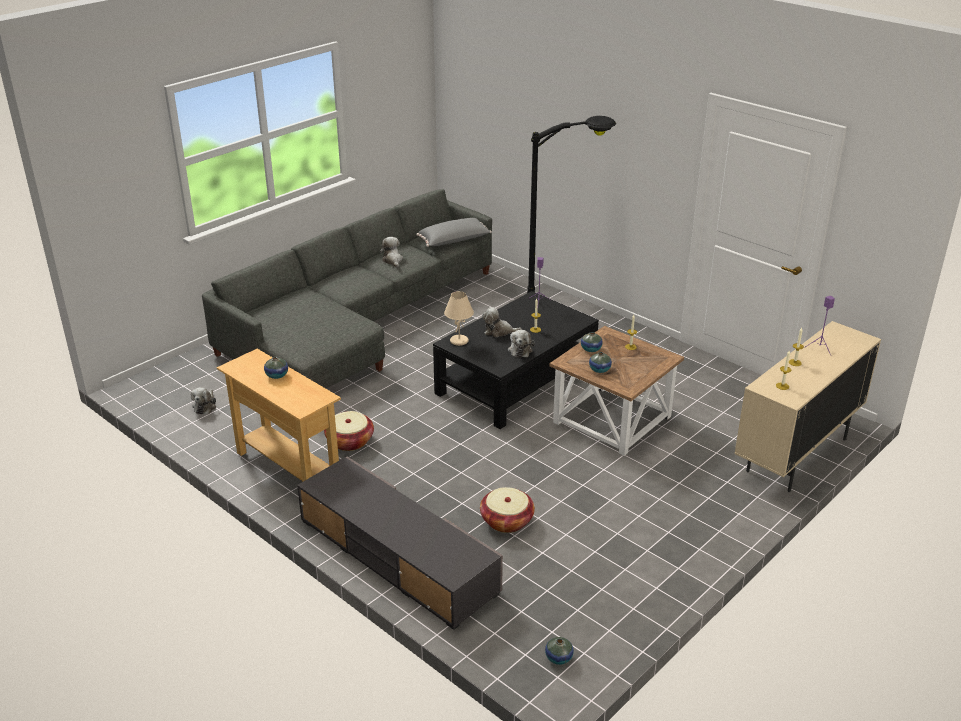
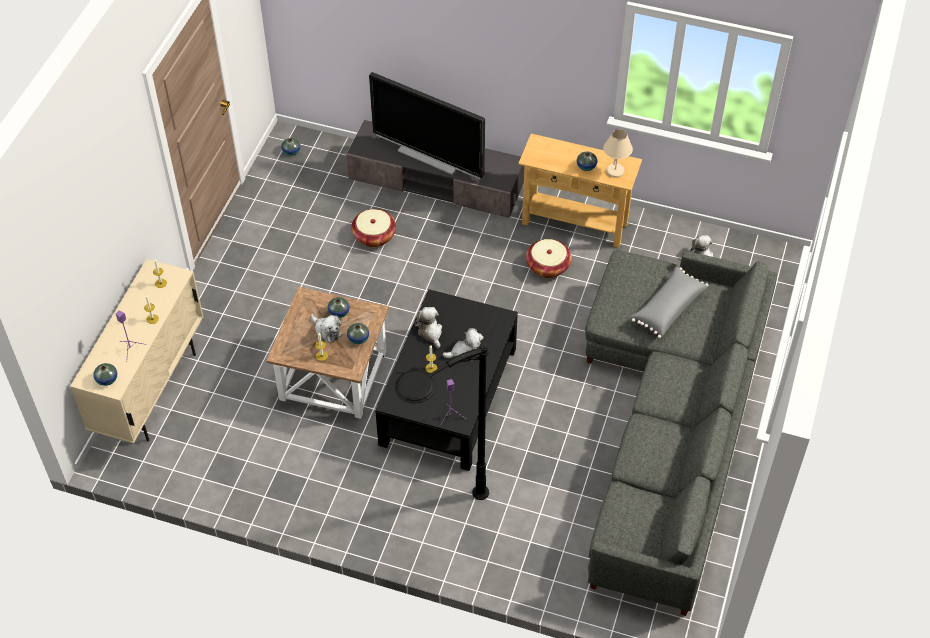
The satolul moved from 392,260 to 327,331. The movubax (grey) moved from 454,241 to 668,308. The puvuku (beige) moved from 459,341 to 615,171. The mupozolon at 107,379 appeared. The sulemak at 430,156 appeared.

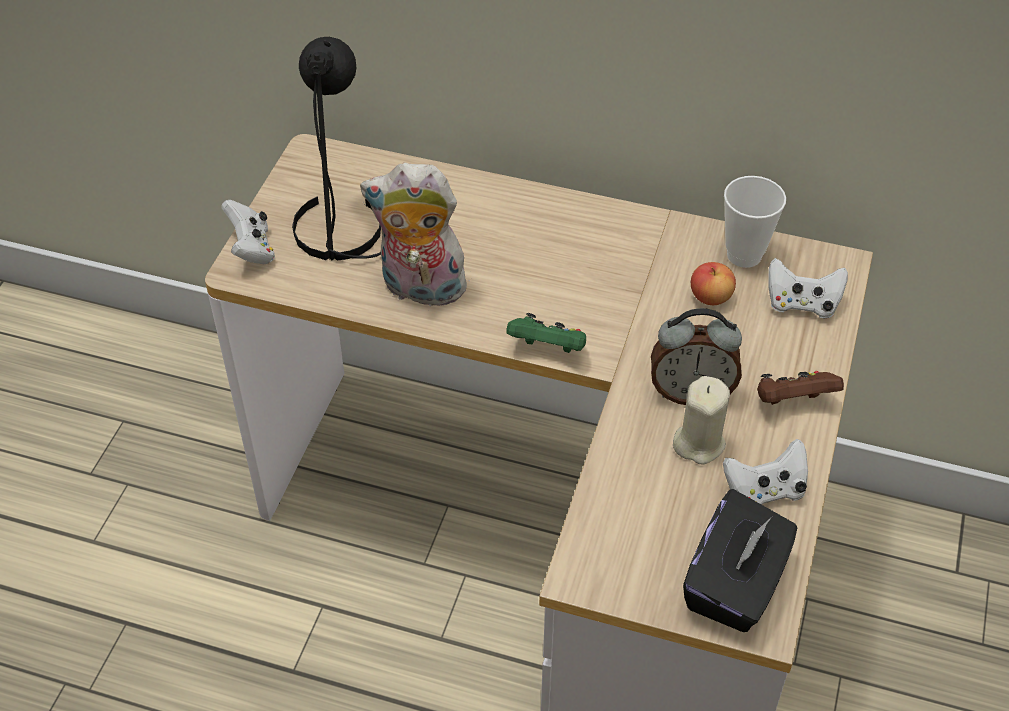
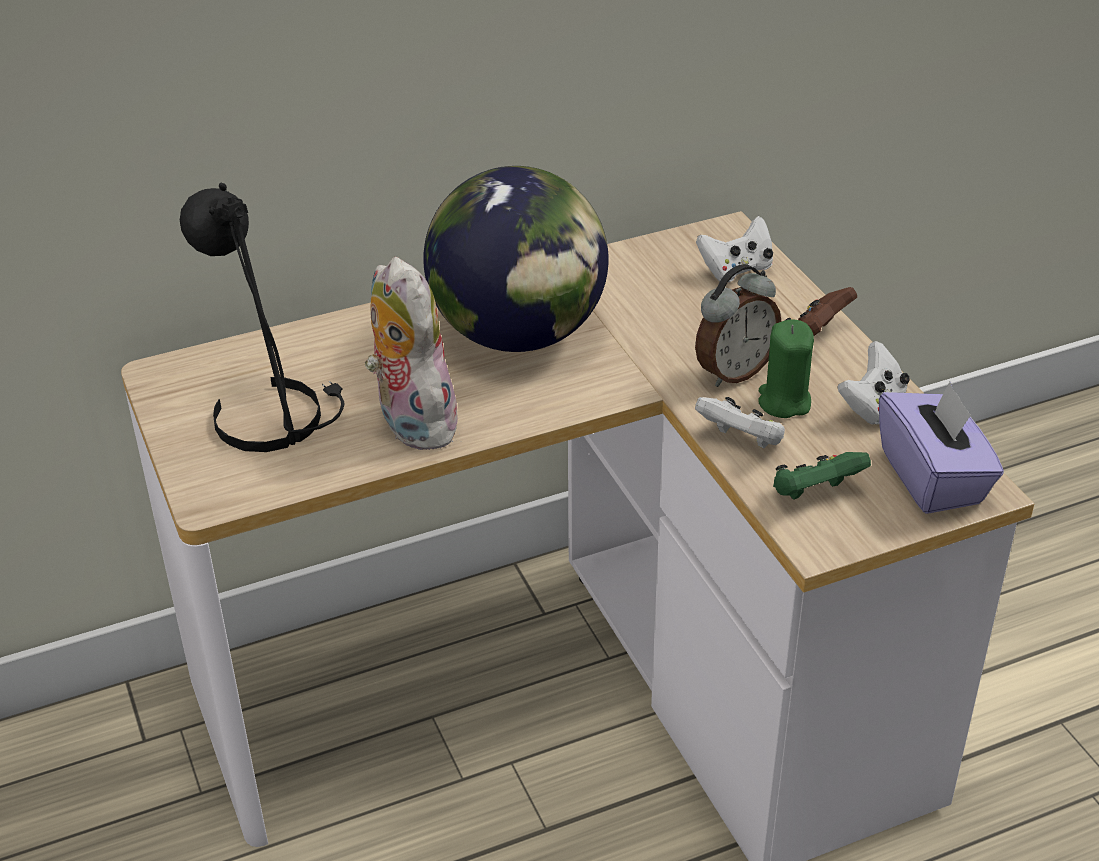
The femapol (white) moved from 252,249 to 742,441. The satolul at 420,289 turned 90 degrees clockwise. The femapol (green) moved from 548,349 to 815,494. The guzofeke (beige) at 698,443 became the guzofeke (green) at 784,401. The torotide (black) at 735,585 became the torotide (purple) at 933,478. The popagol at 710,297 disappeared. The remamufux at 744,255 disappeared. The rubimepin at 519,335 appeared.

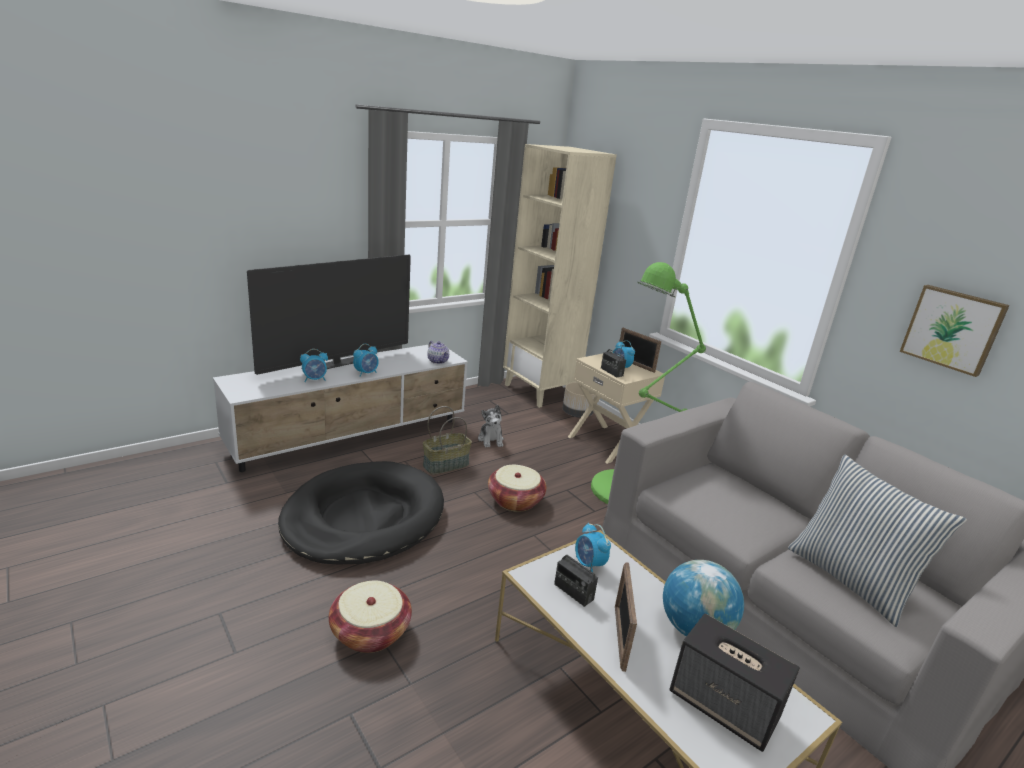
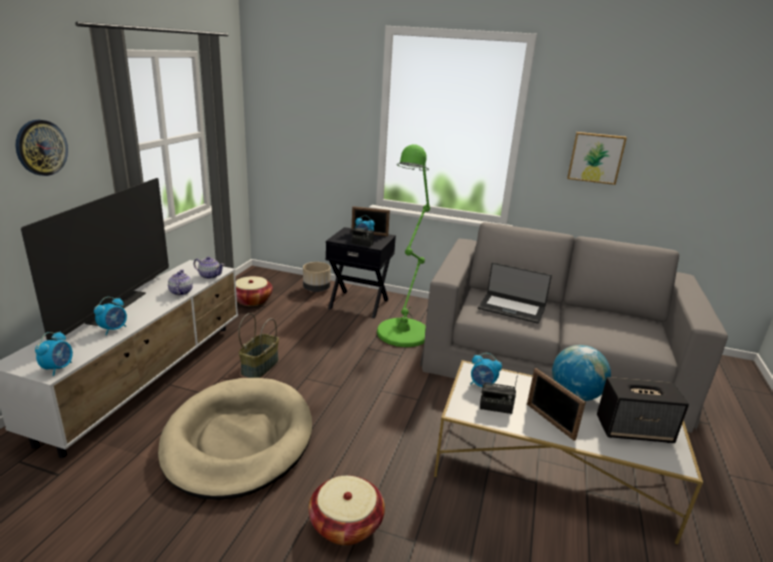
The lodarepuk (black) at 363,517 became the lodarepuk (beige) at 238,440. The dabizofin moved from 366,373 to 58,368. The satolul at 491,440 disappeared. The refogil moved from 515,500 to 252,300. The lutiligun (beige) at 540,391 disappeared. The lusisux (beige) at 607,443 became the lusisux (black) at 359,303. The movubax at 850,579 disappeared. The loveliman at 41,147 appeared. The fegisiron at 180,292 appeared. The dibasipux at 511,308 appeared.

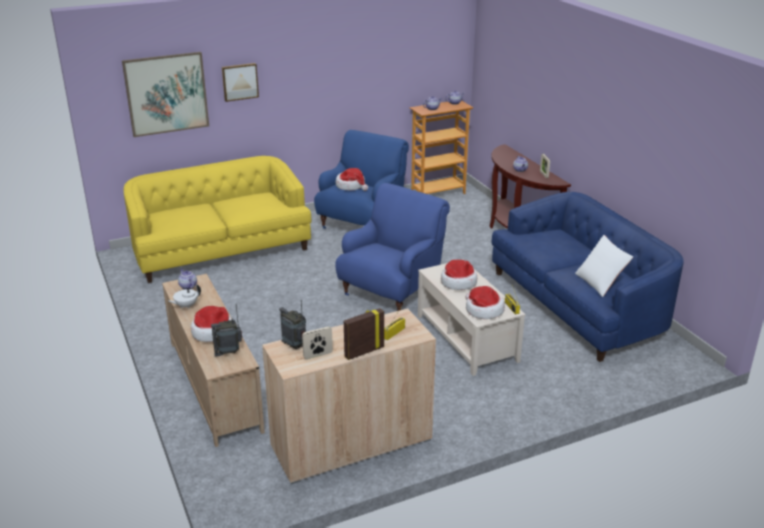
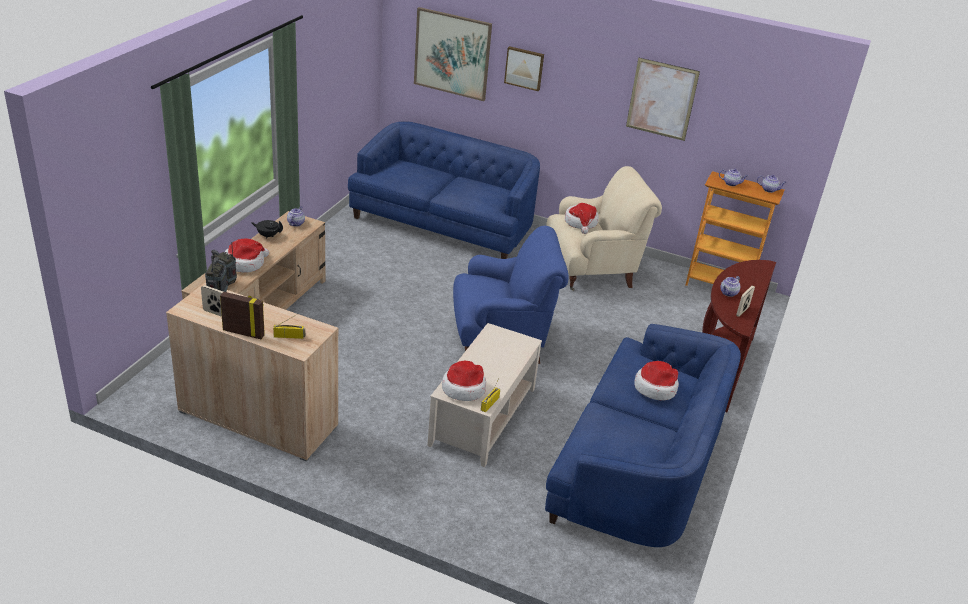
The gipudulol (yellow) at 220,249 became the gipudulol (blue) at 444,224. The fegisiron (white) at 186,306 became the fegisiron (black) at 268,235. The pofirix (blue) at 362,224 became the pofirix (beige) at 592,271. The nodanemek moved from 458,282 to 655,388. The movubax (white) at 600,282 disappeared. The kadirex at 662,99 appeared.

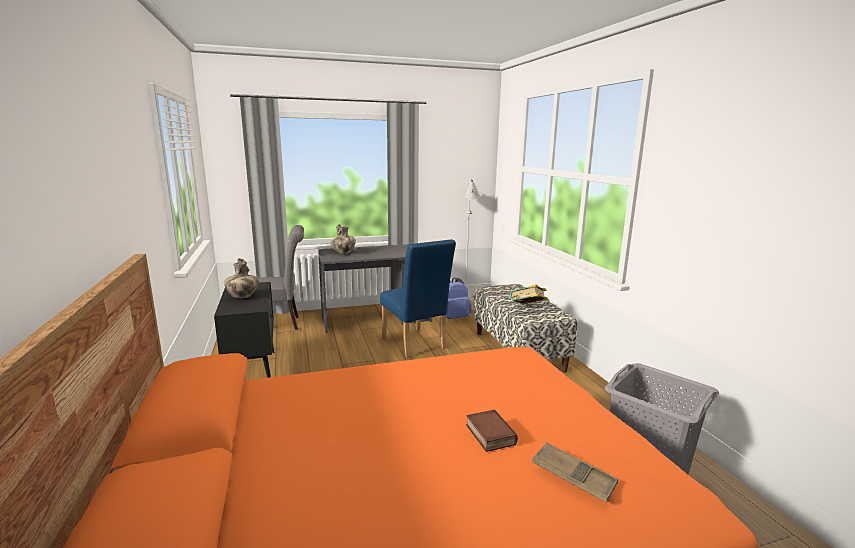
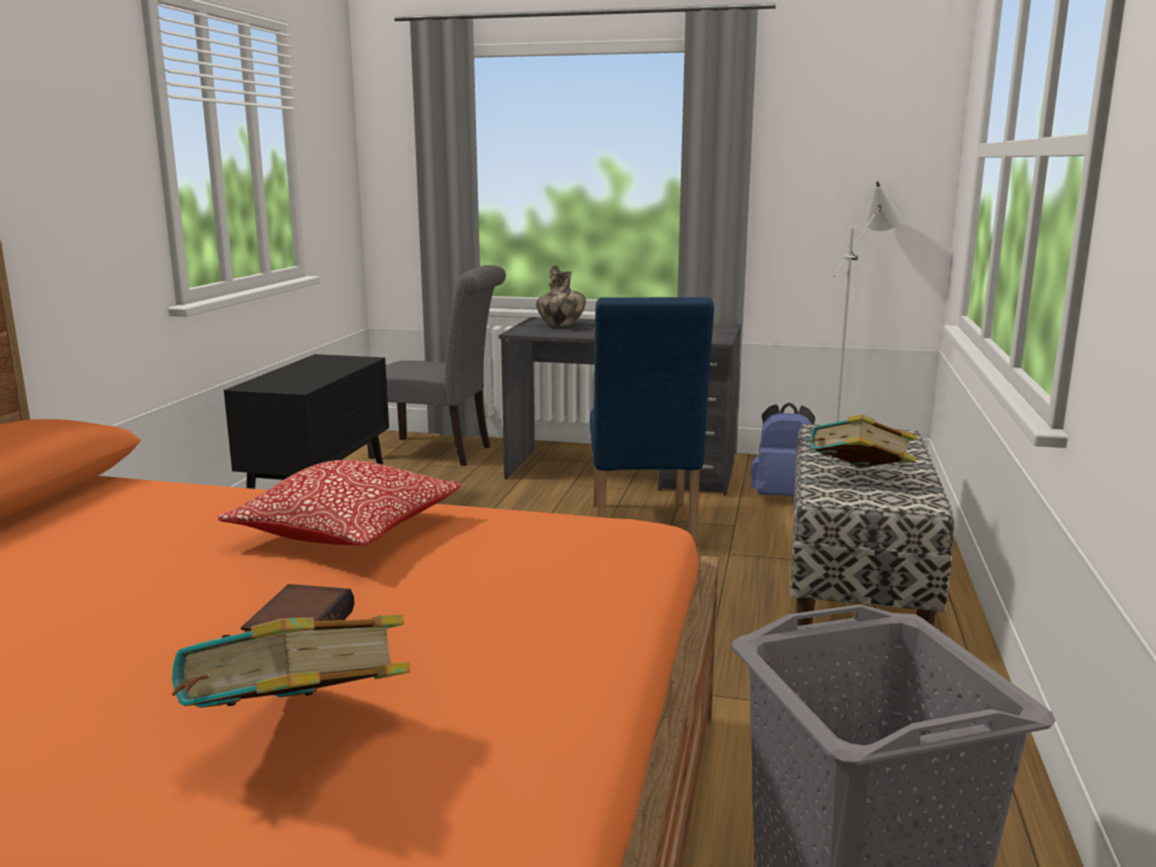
The mupozolon at 242,297 disappeared. The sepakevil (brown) at 573,476 was replaced by the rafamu at 299,730. The movubax at 348,531 appeared.

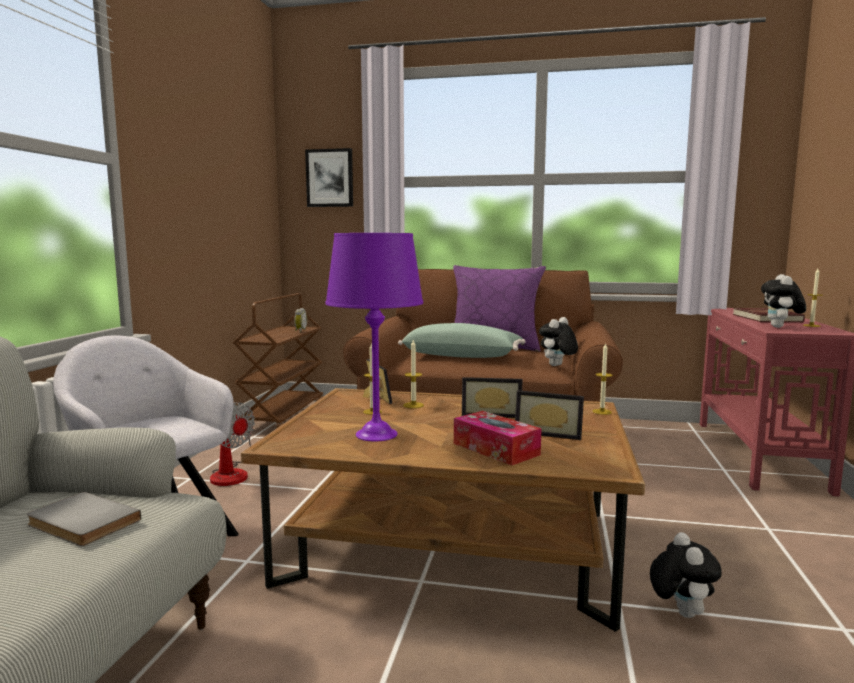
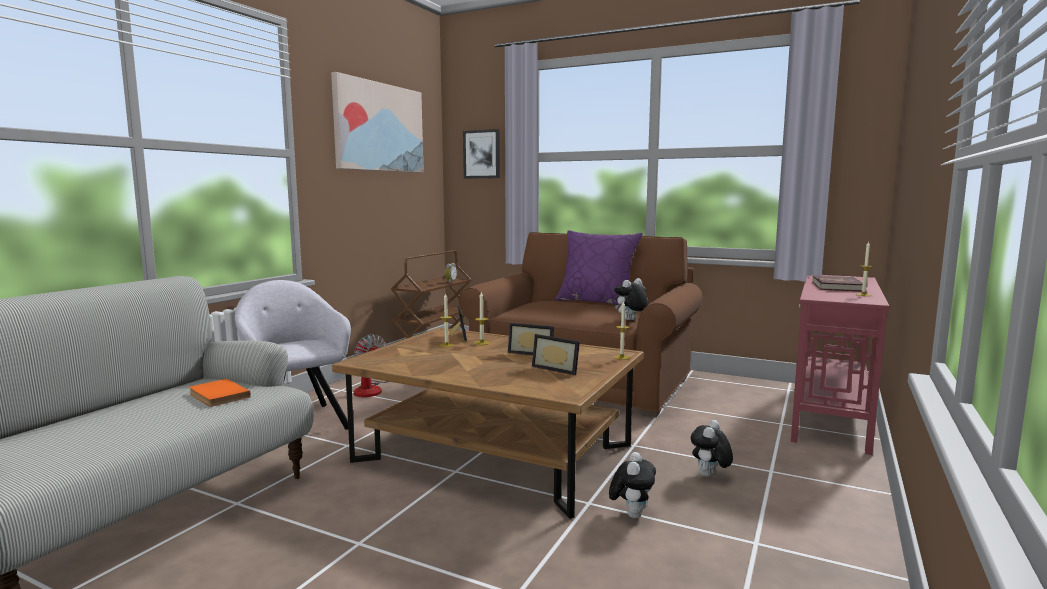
The rafamu (grey) at 80,523 became the rafamu (orange) at 217,396. The puvuku (purple) at 376,435 disappeared. The movubax (green) at 462,356 disappeared. The torotide at 495,449 disappeared. The satolul moved from 780,327 to 709,476. The kadirex at 379,127 appeared.

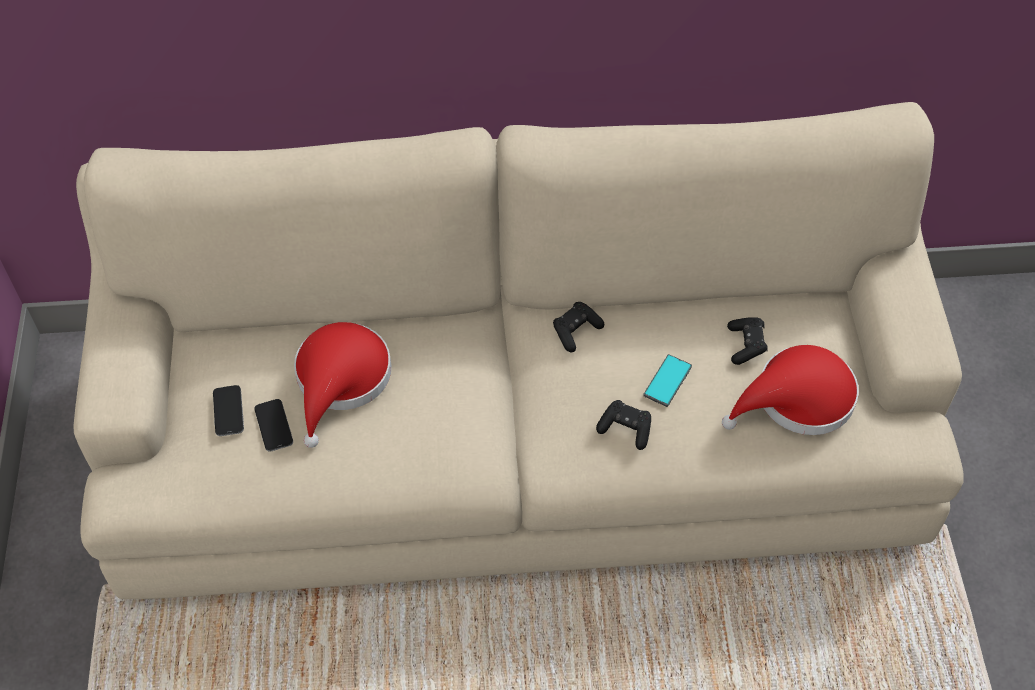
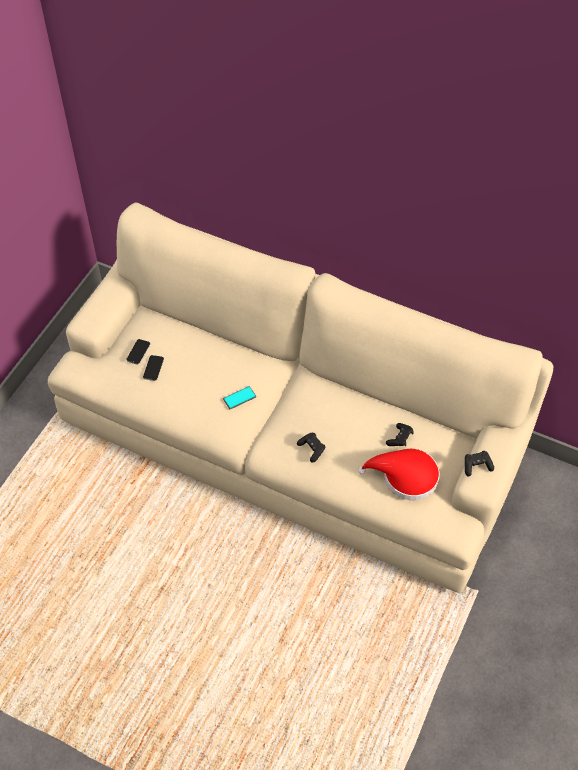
The nodanemek (red) at 341,380 disappeared. The femapol (black) moved from 576,331 to 476,466. The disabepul moved from 667,381 to 239,398.

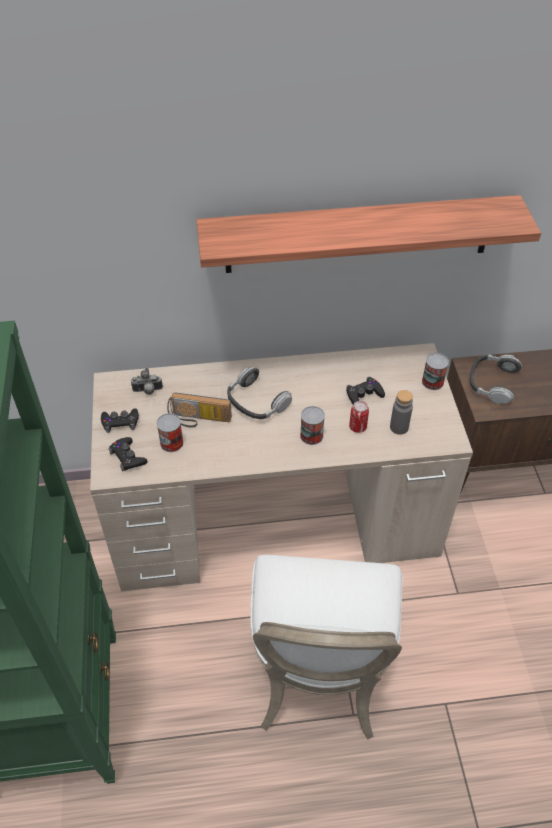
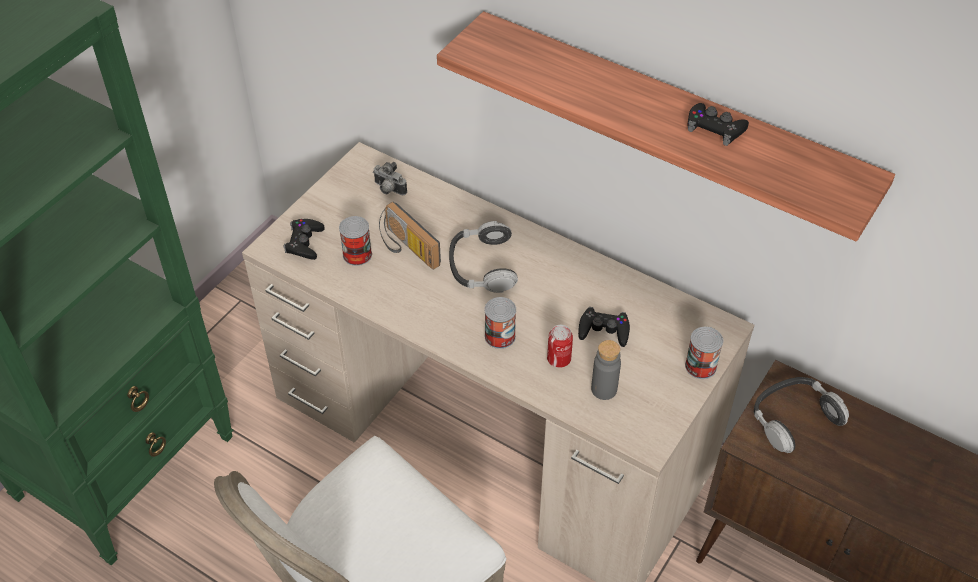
The femapol (black) moved from 120,422 to 715,128.

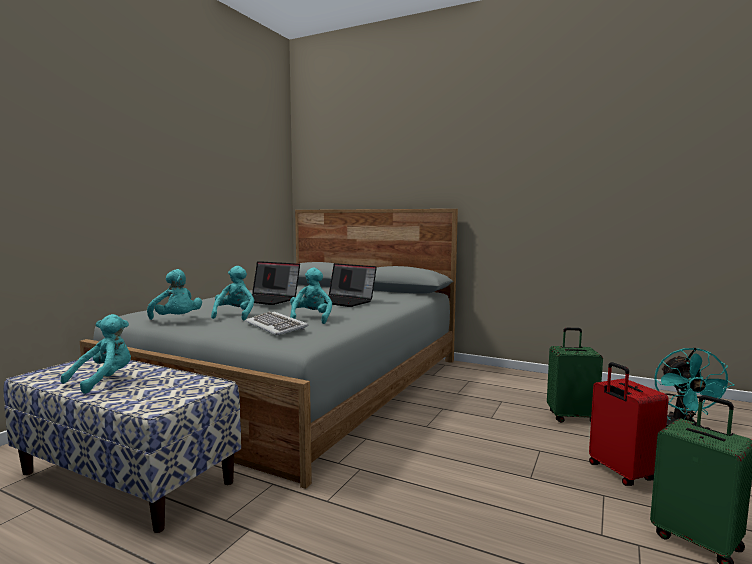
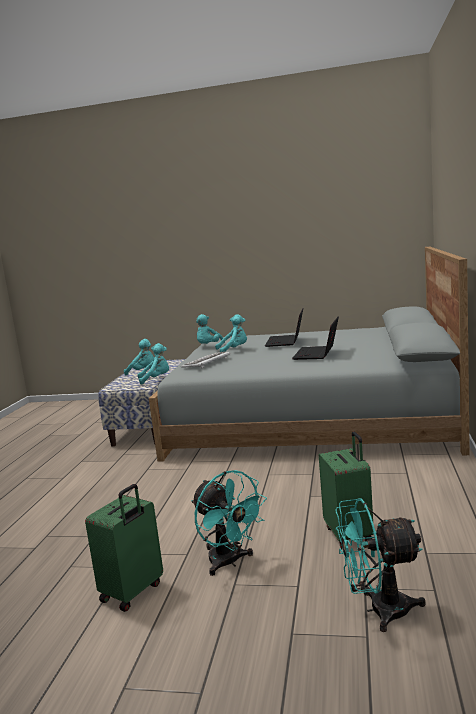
The satolul (turquoise) moved from 311,318 to 156,379. The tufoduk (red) at 621,473 was replaced by the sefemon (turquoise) at 229,562.

